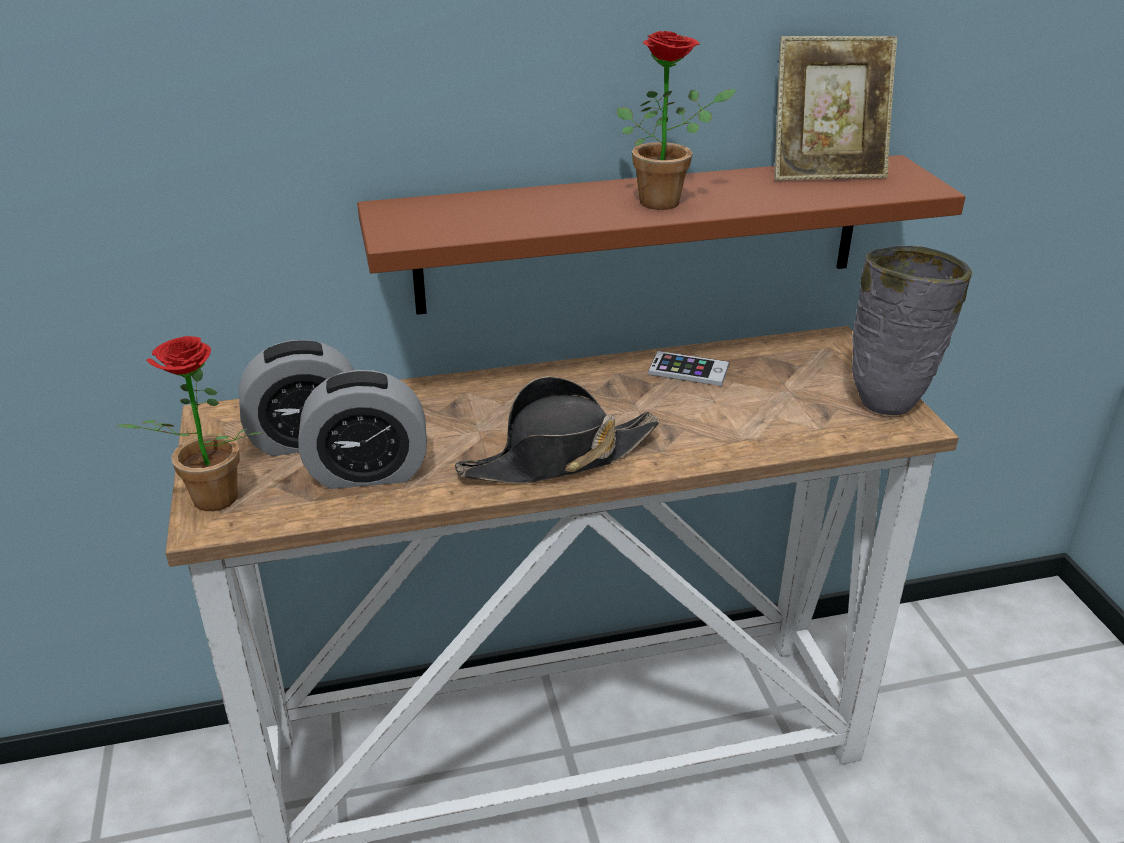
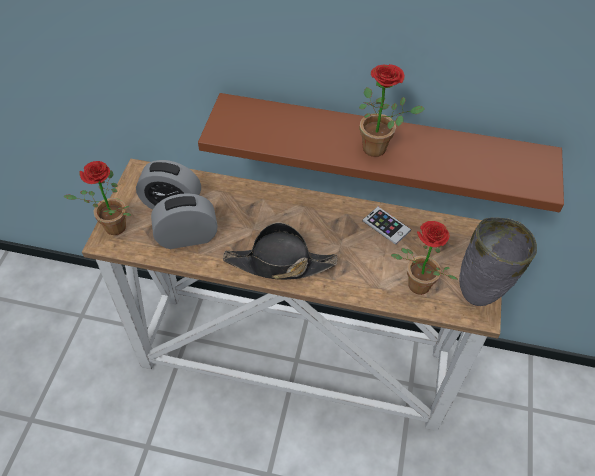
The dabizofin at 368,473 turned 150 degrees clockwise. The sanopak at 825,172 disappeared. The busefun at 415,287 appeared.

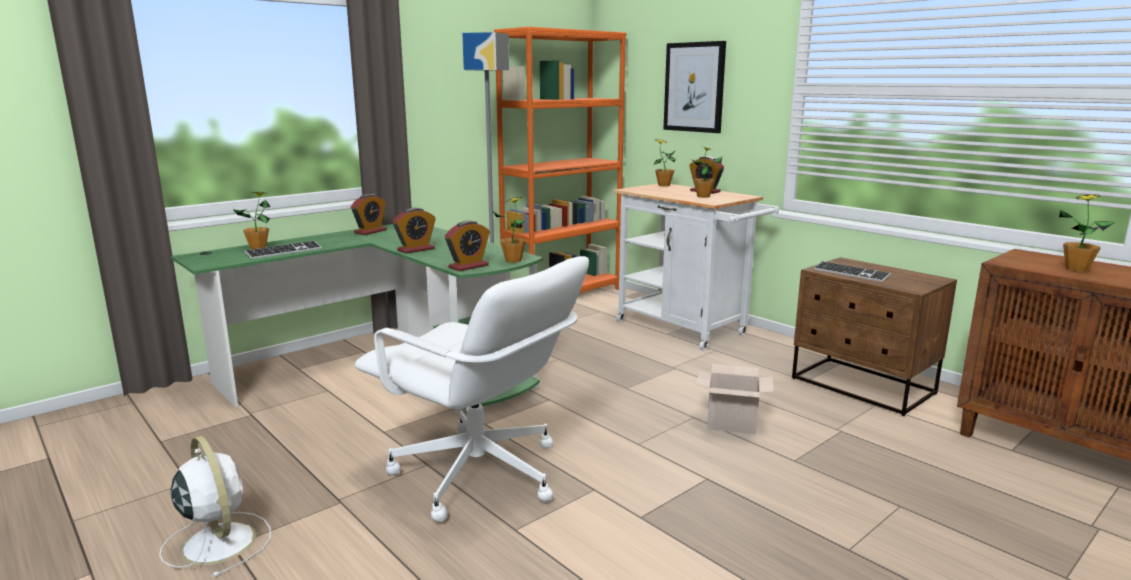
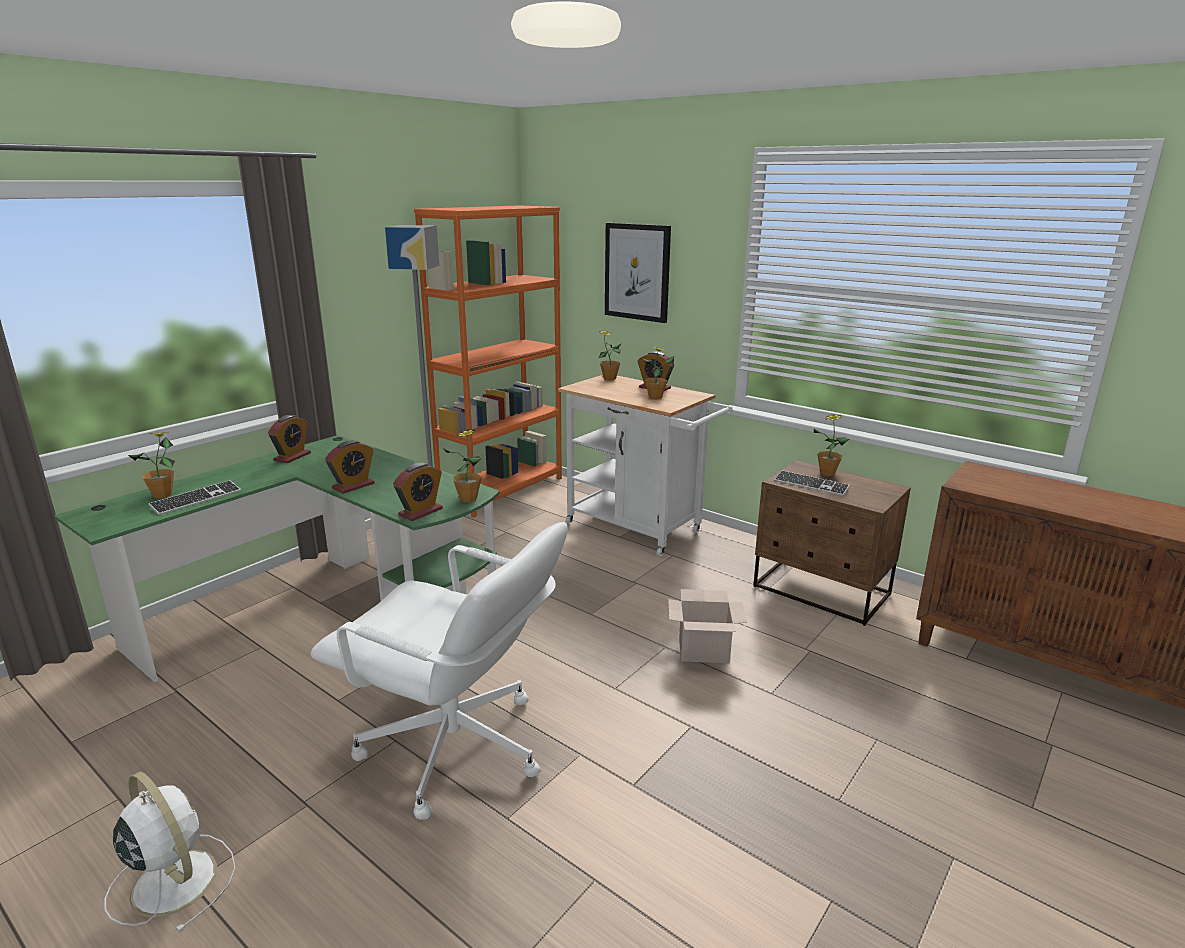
The busefun moved from 1076,269 to 827,473.

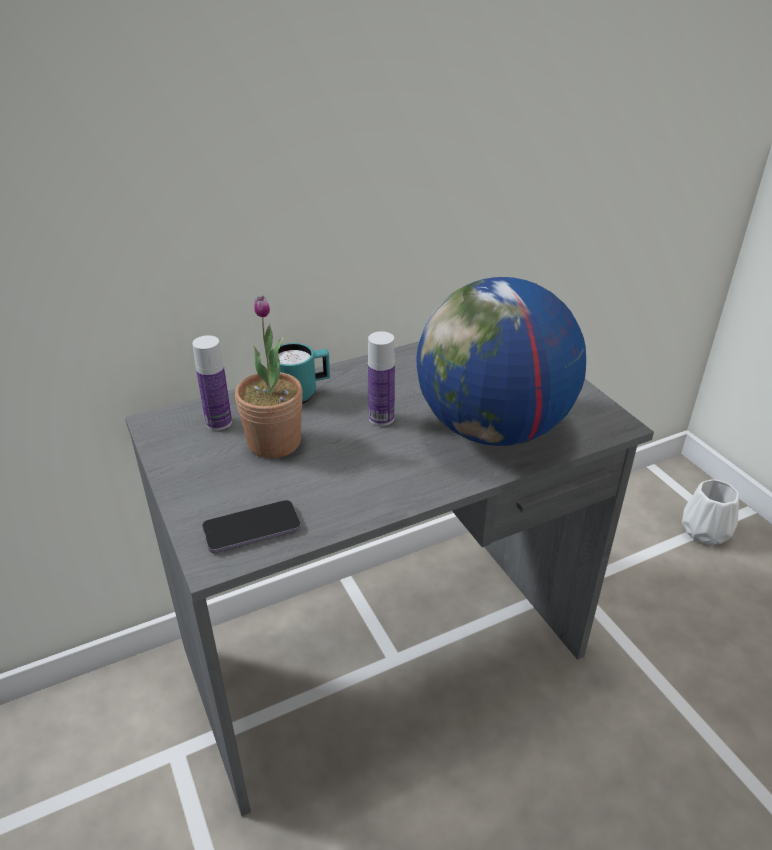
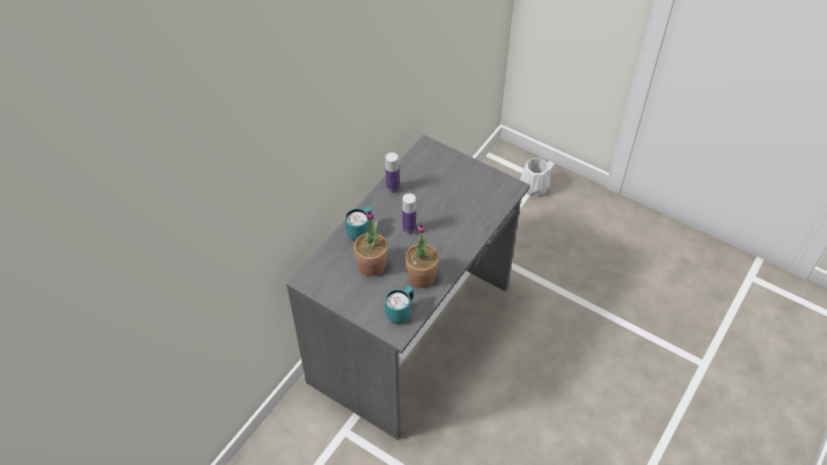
The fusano moved from 219,422 to 392,189. The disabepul at 252,528 was replaced by the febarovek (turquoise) at 400,312. The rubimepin at 493,429 disappeared. The busefun at 421,276 appeared.

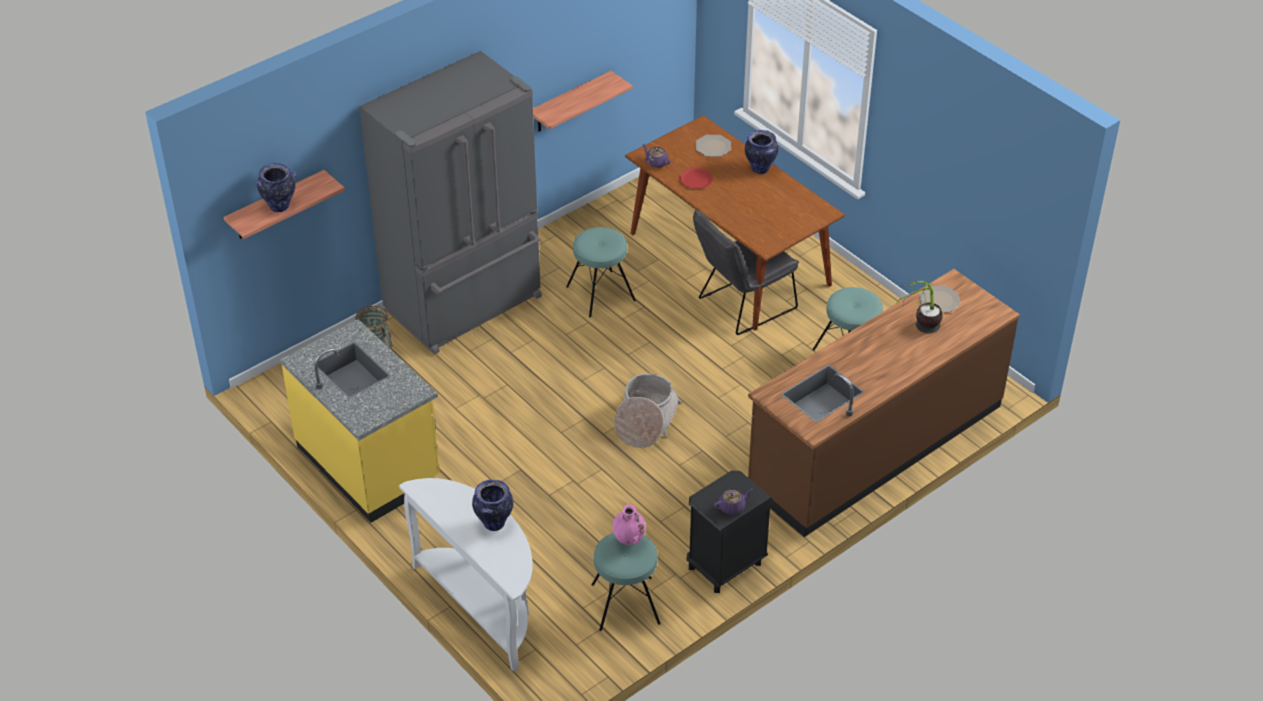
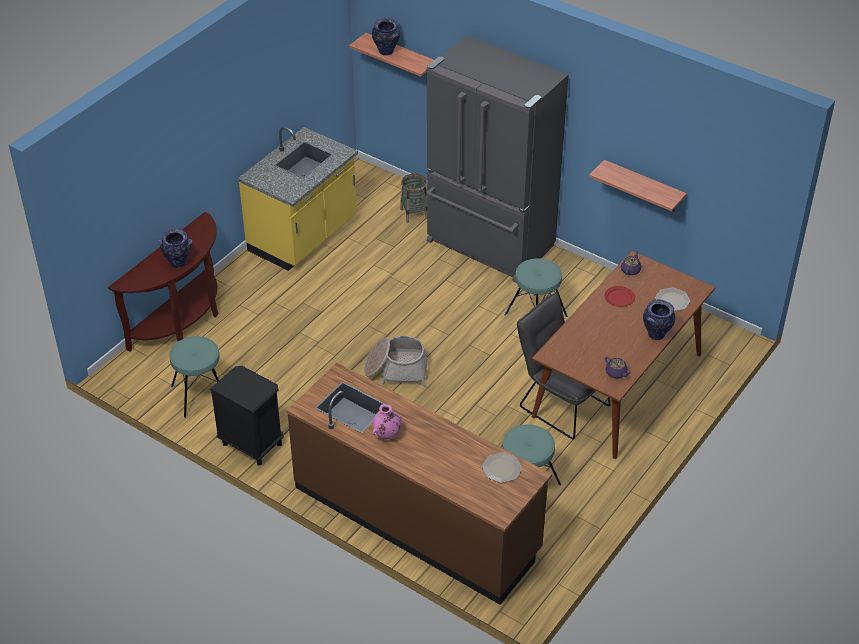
The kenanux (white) at 482,606 became the kenanux (brown) at 182,321. The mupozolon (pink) moved from 629,540 to 387,435. The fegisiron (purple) moved from 732,507 to 616,373. The busefun at 918,332 disappeared.

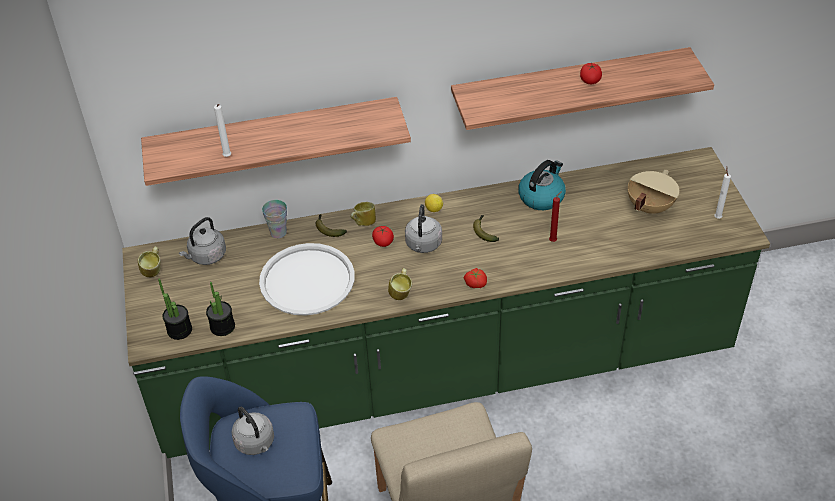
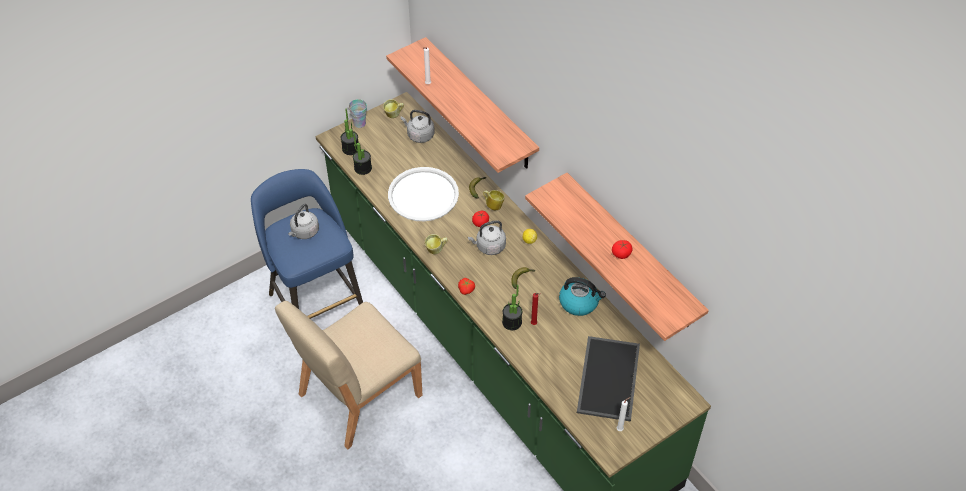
The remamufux moved from 278,232 to 359,123. The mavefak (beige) at 649,206 was replaced by the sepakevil at 607,377. The busefun at 512,322 appeared.

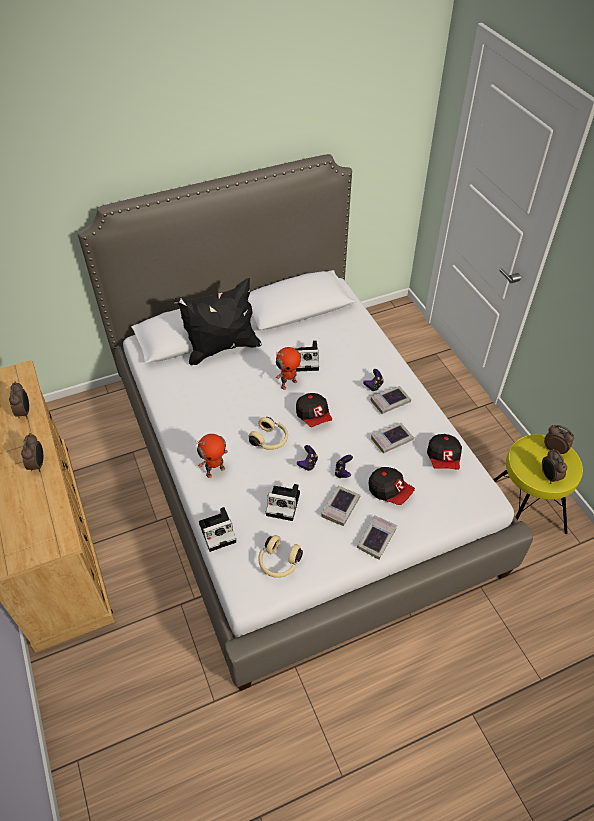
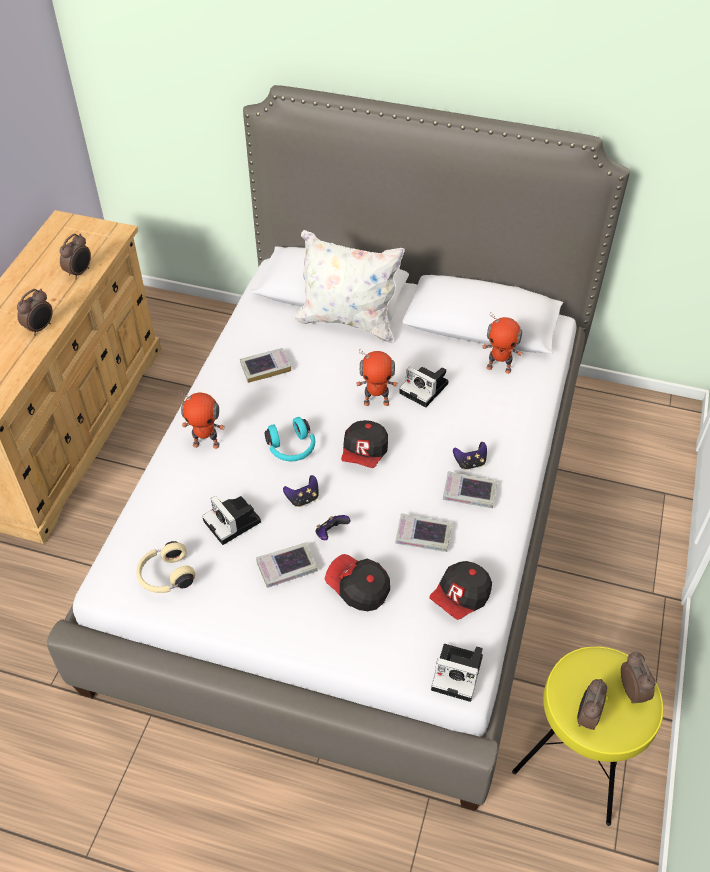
The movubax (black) at 222,348 became the movubax (white) at 348,322. The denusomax moved from 219,531 to 459,673. The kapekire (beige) at 270,440 became the kapekire (turquoise) at 292,448. The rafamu moved from 376,538 to 265,367. The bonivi at 389,491 turned 135 degrees clockwise. The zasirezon at 499,367 appeared.

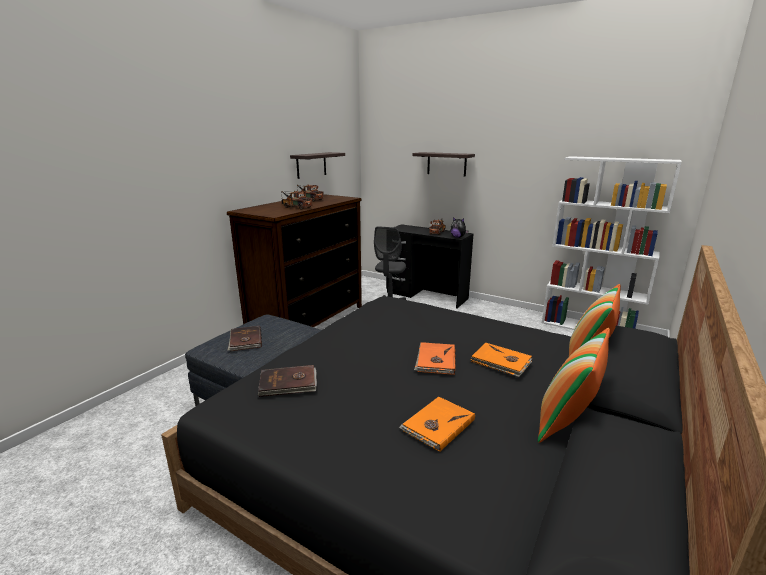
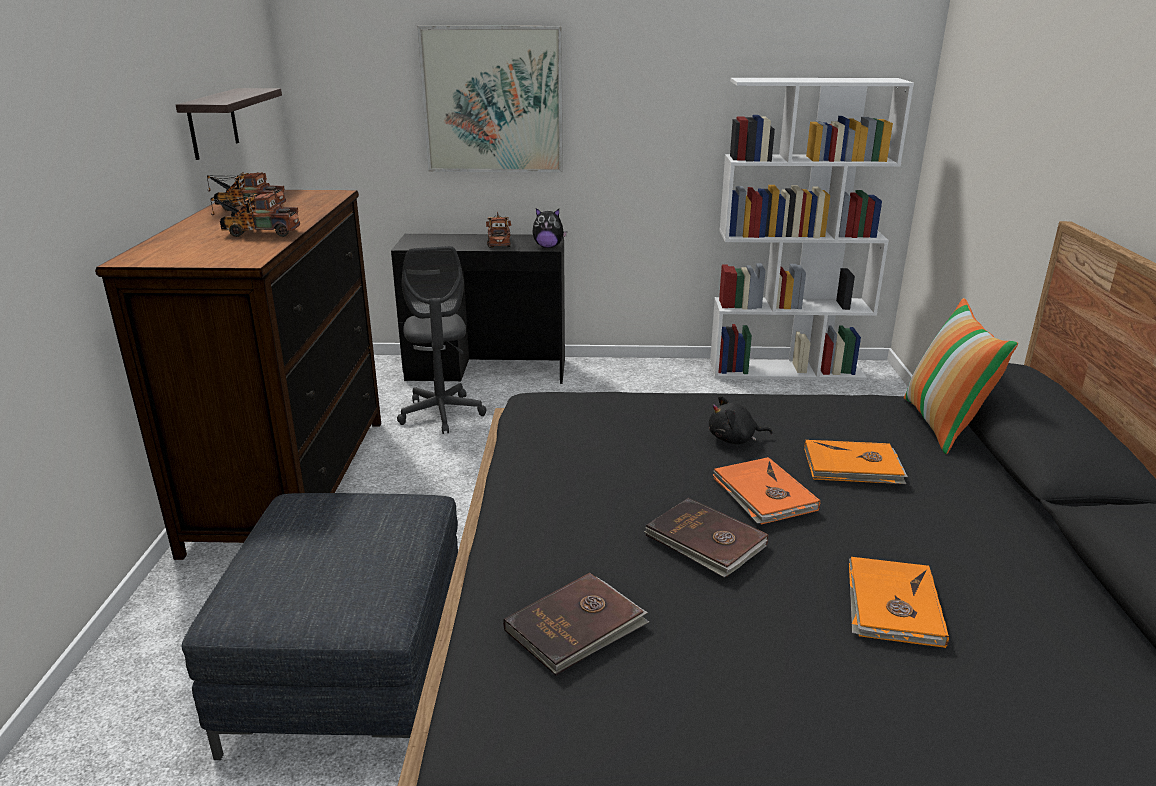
The rafamu (brown) moved from 245,340 to 705,541. The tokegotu at 446,164 was replaced by the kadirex at 493,100. The movubax at 567,421 disappeared. The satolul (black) at 734,439 appeared.

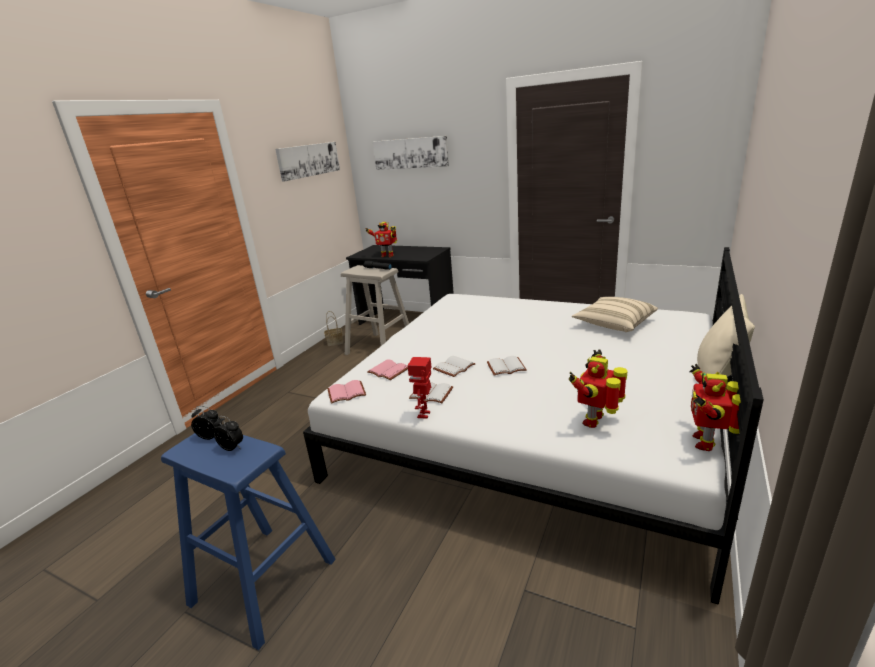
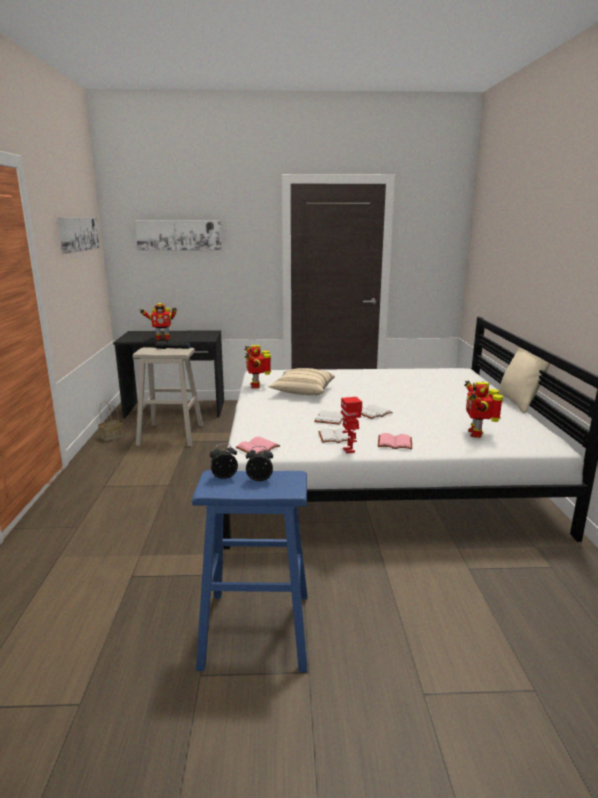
The rafamu (pink) moved from 387,371 to 394,443. The movubax (beige) moved from 614,324 to 302,392. The zasirezon moved from 706,442 to 256,385.

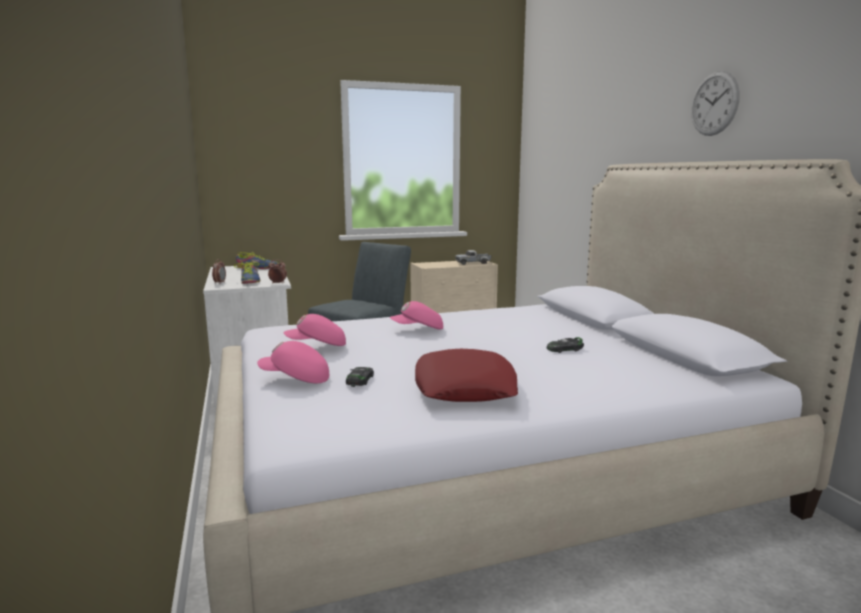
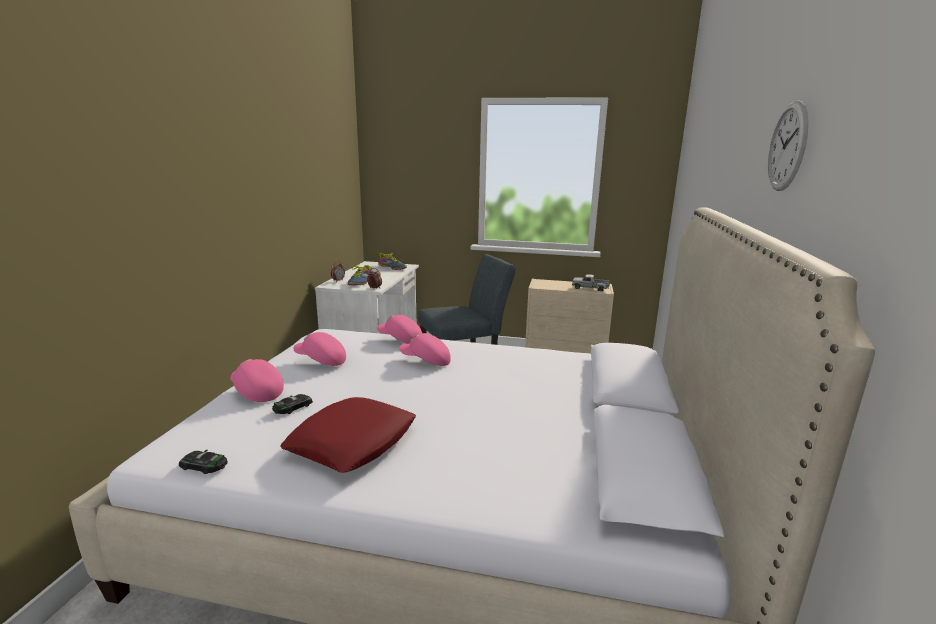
The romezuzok moved from 565,349 to 204,465. The bonivi (pink) at 400,340 appeared.

